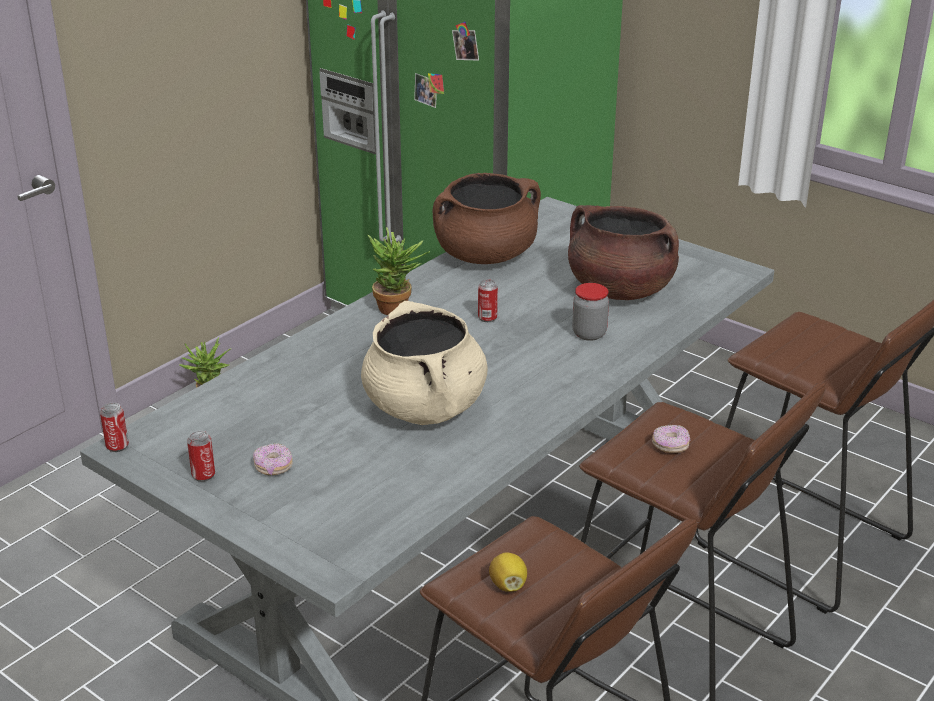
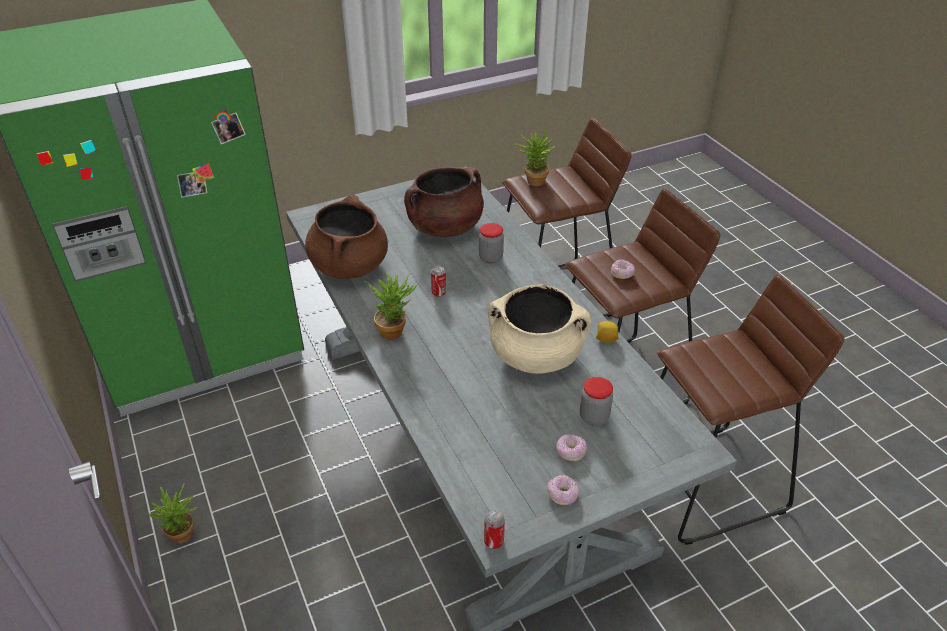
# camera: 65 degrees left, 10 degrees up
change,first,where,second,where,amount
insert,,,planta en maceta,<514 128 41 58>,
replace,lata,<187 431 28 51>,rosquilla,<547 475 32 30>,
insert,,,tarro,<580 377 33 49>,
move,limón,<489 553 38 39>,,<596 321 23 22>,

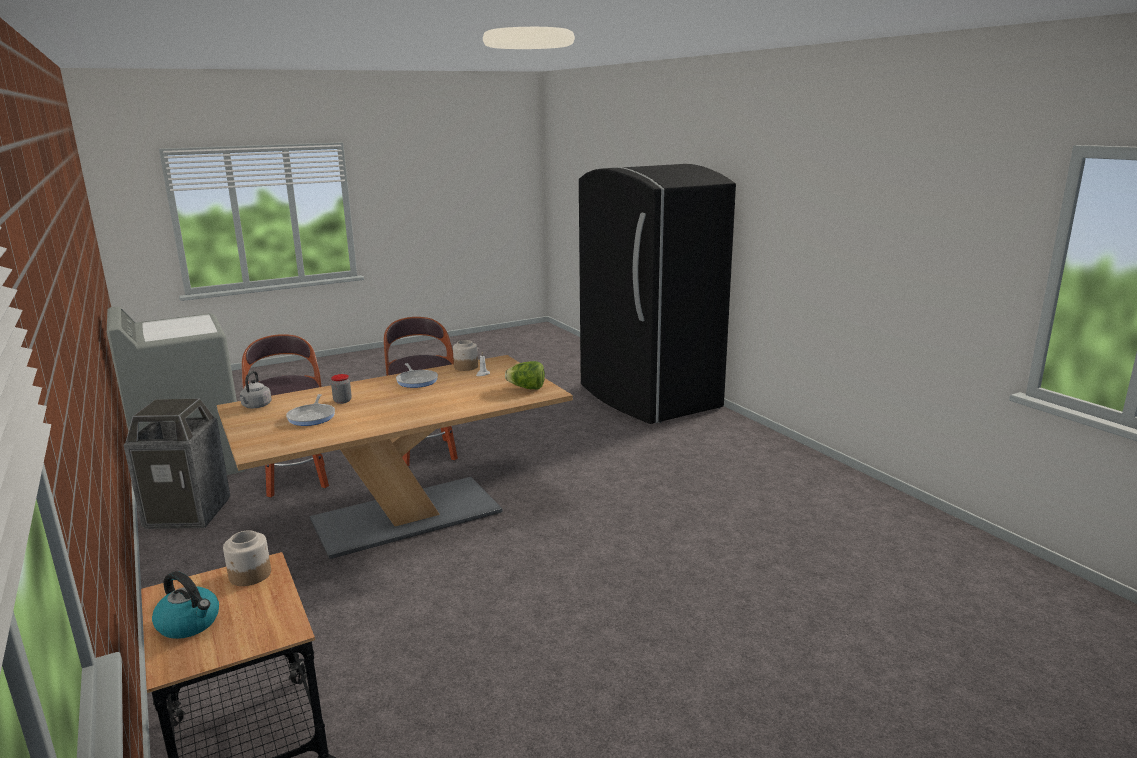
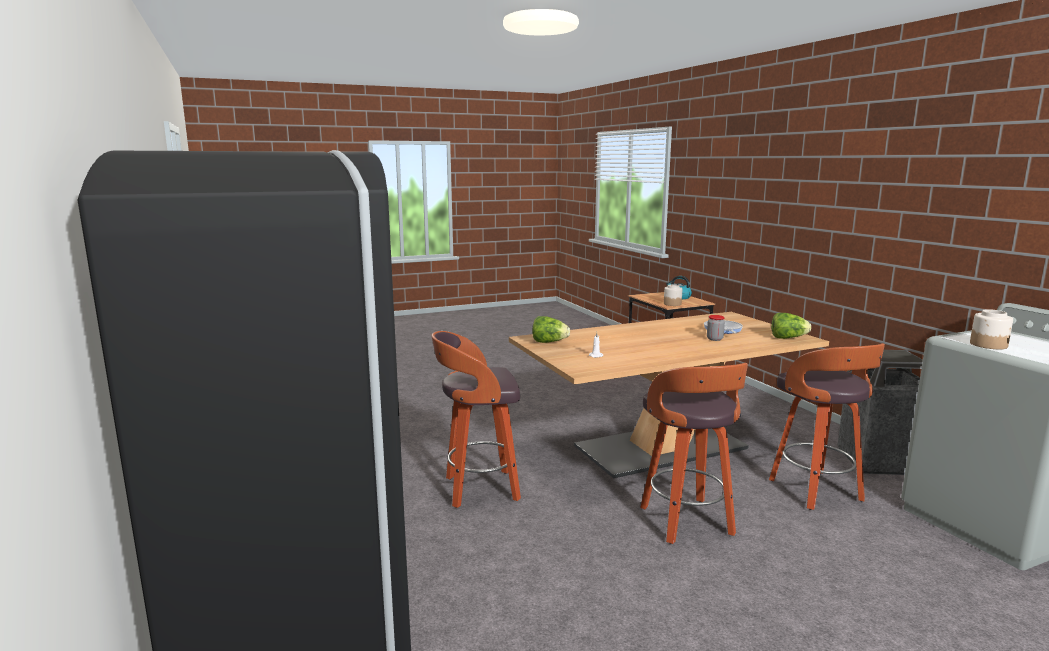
# camera: 175 degrees left, 5 degrees down
change,first,where,second,where,amount
insert,,,taburete,<431 331 90 177>,
replace,hervidor (gris),<240 371 32 37>,lechuga,<771 313 40 26>,
move,tarro,<453 340 25 31>,,<970 309 43 40>,
delete,sartén,<396 363 42 25>,,,

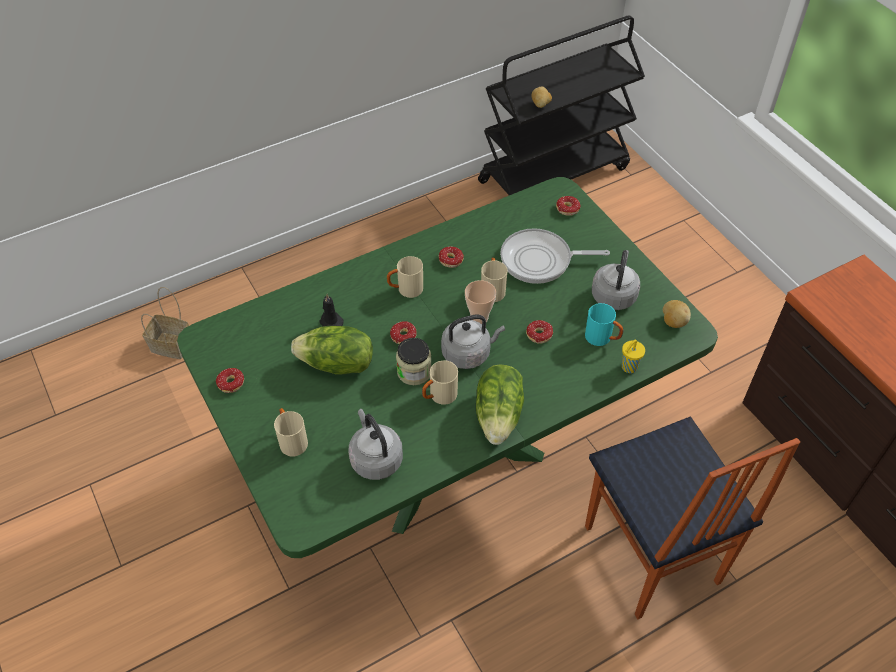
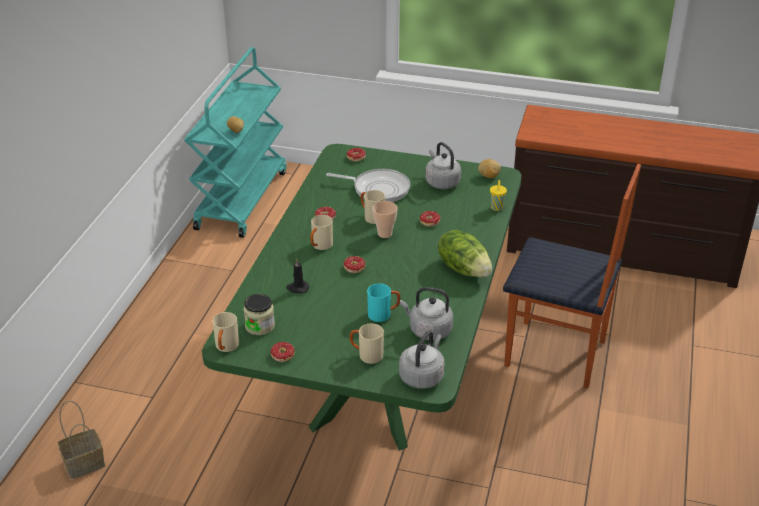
# camera: 45 degrees left, 15 degrees down
change,first,where,second,where,amount
recolor,carrito (negro),<478 15 167 180>,carrito (turquesa),<184 47 102 191>,
move,taza grande (beis),<422 361 36 43>,,<212 312 27 40>,
move,tarro,<396 338 35 47>,,<243 294 32 41>,
rotate,sartén,<500 228 110 56>,,<326 169 84 33>,120 degrees counterclockwise
move,taza grande (turquesa),<585 303 38 43>,,<367 284 33 38>,
move,hervidor (gris),<441 315 64 54>,,<399 331 46 58>,
delete,lechuga,<291 326 82 48>,,,

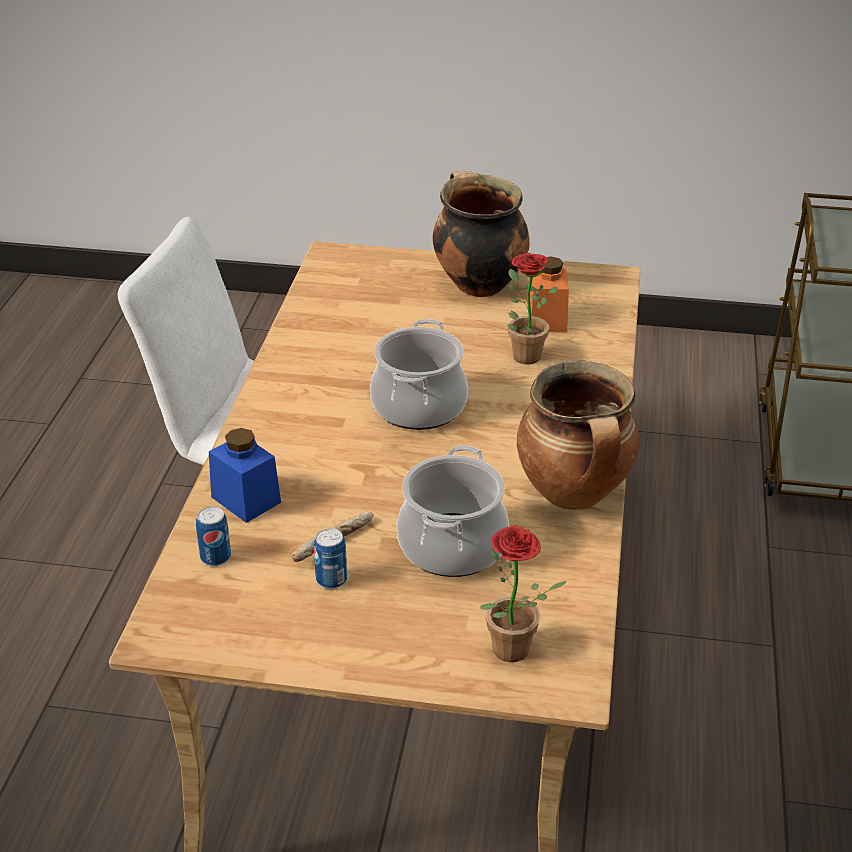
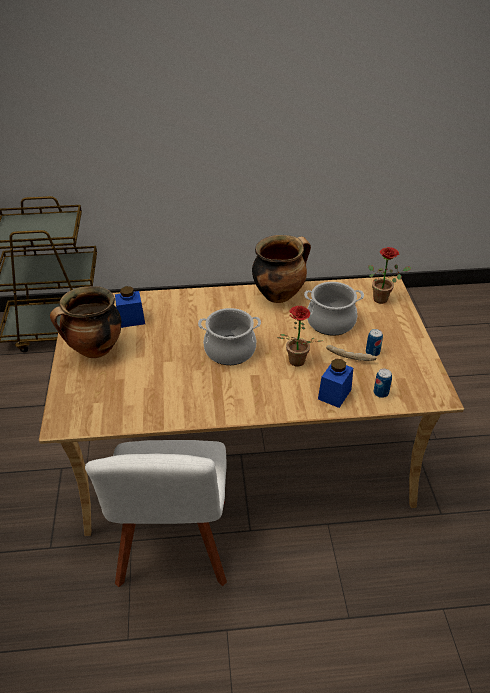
# camera: 105 degrees left, 5 degrees up
change,first,where,second,where,amount
recolor,tarro (naranja),<530 256 39 77>,tarro (azul),<115 286 30 42>,
move,planta en maceta,<508 253 50 111>,,<277 306 45 61>,

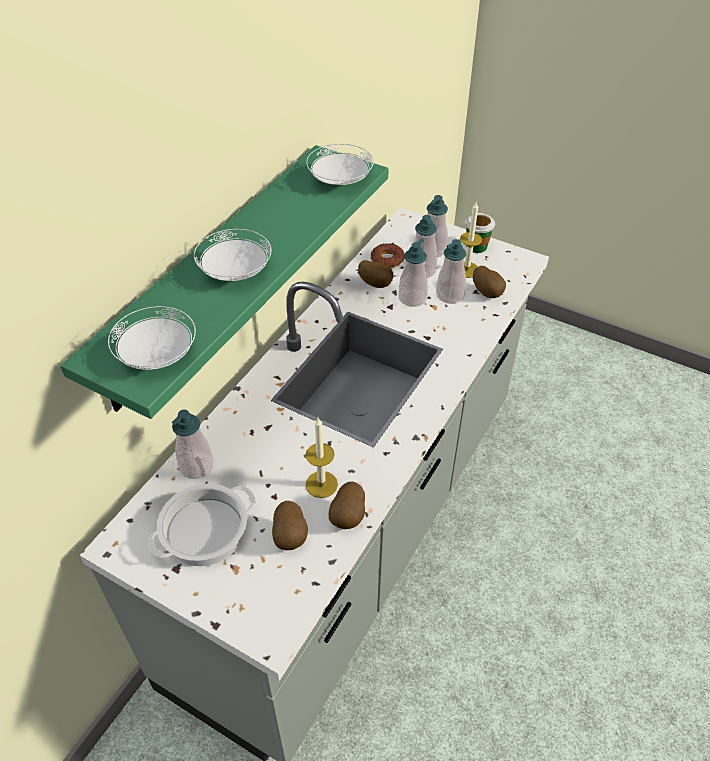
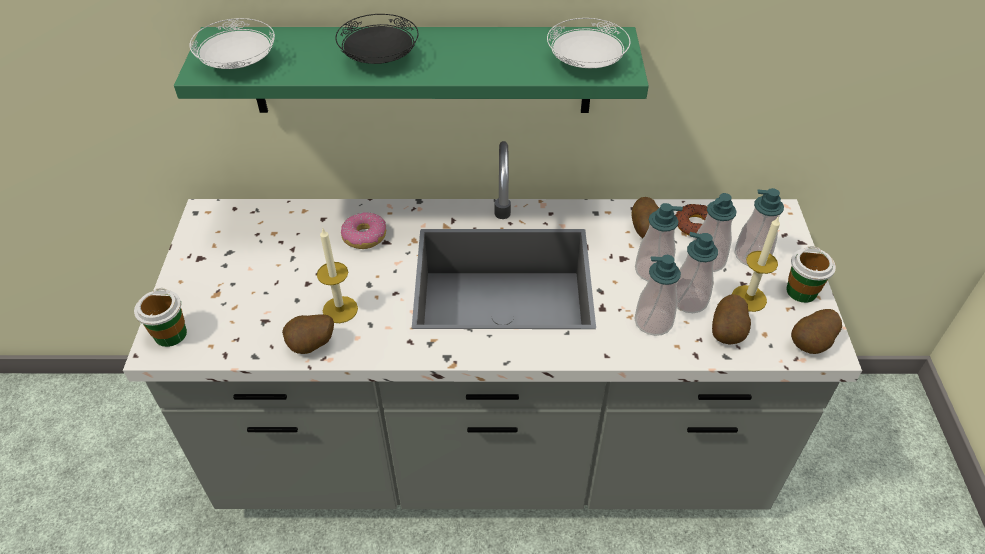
# camera: 60 degrees right, 0 degrees up
change,first,where,second,where,amount
insert,,,taza,<134 288 53 59>,
recolor,plato (blanco),<194 229 77 52>,plato (negro),<335 14 83 50>,
insert,,,rosquilla,<341 212 45 37>,
move,dispensador de jabón,<171 410 43 69>,,<634 255 47 81>,
move,patata,<272 501 36 49>,,<791 309 51 45>,
delete,olla,<148 484 108 83>,,,

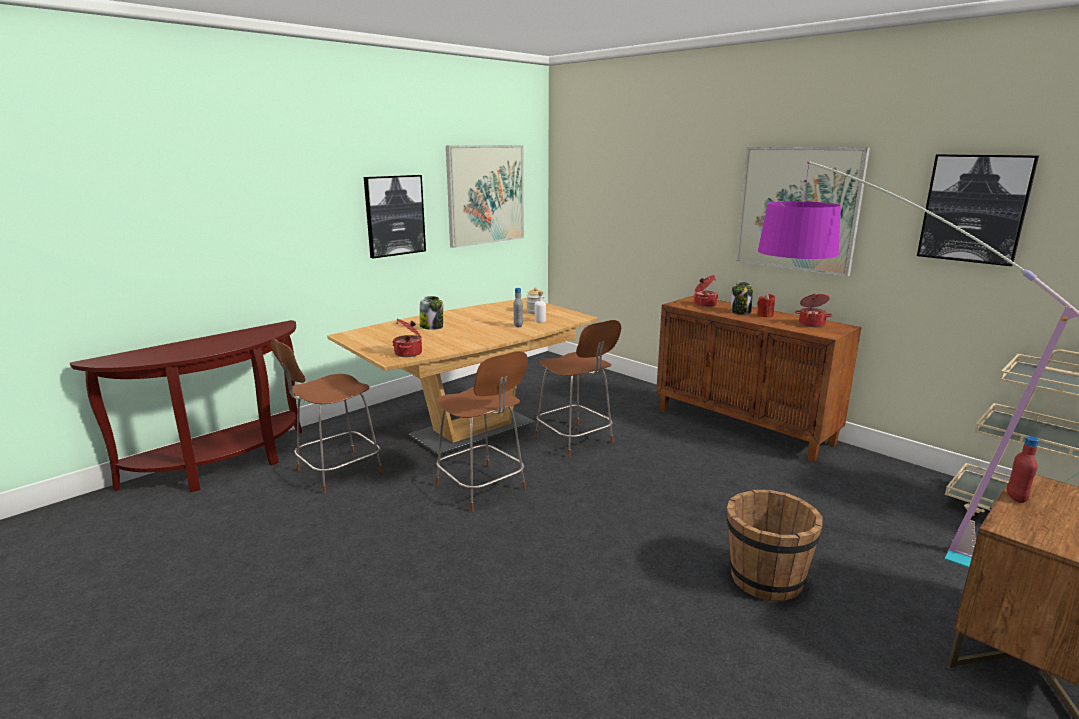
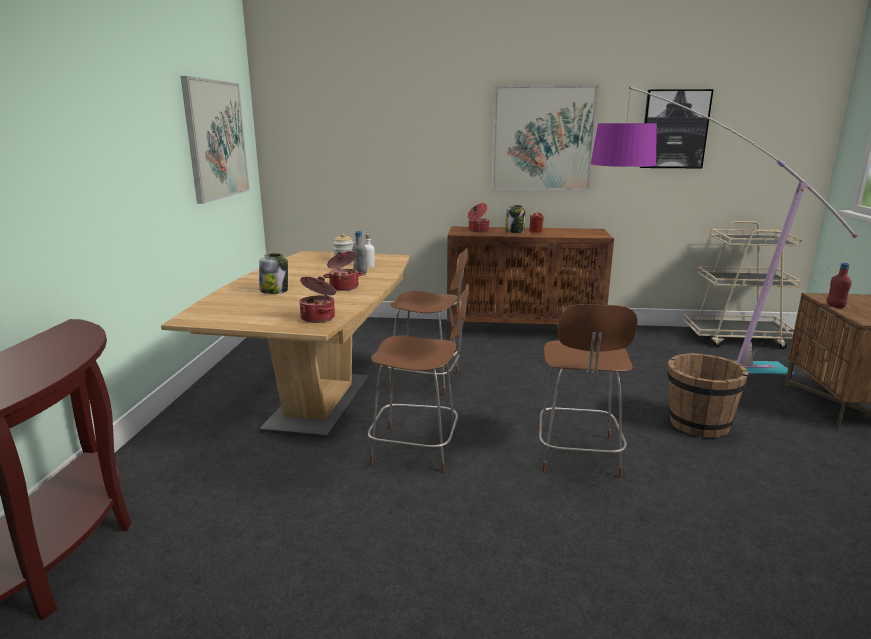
# camera: 40 degrees left, 0 degrees up
change,first,where,second,where,amount
move,olla,<795 294 38 33>,,<323 251 41 40>,
move,silla (marrón),<271 339 112 155>,,<539 304 99 173>,
delete,cuadro,<364 175 62 83>,,,

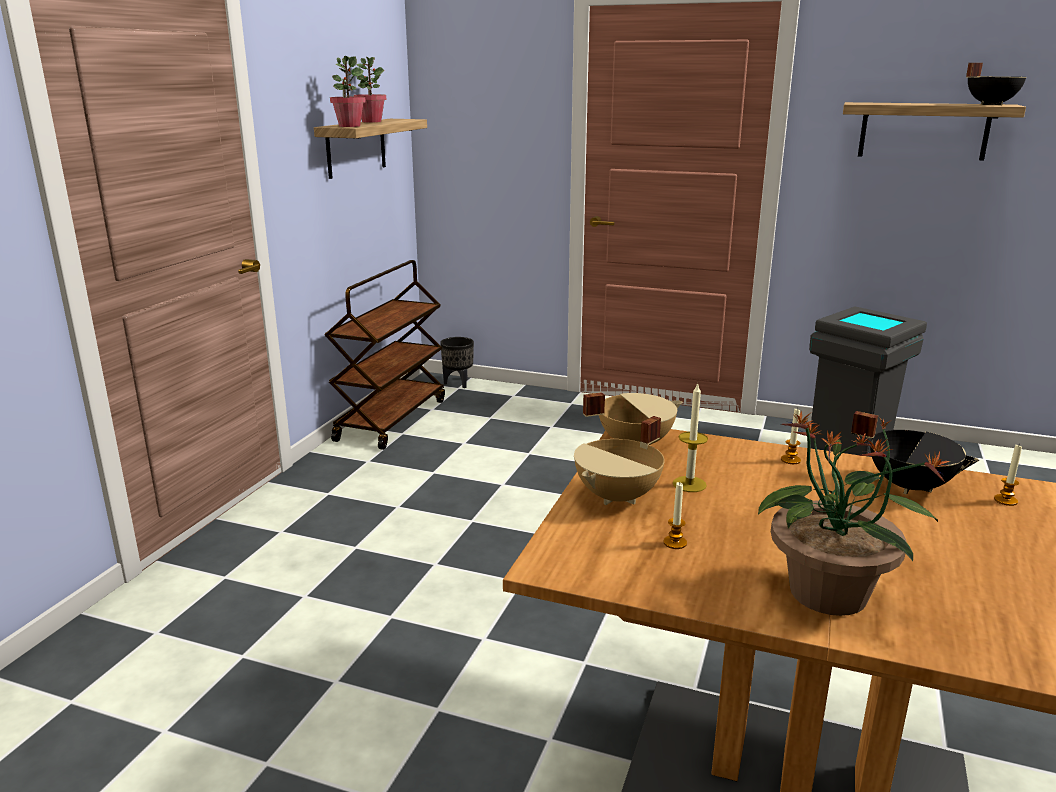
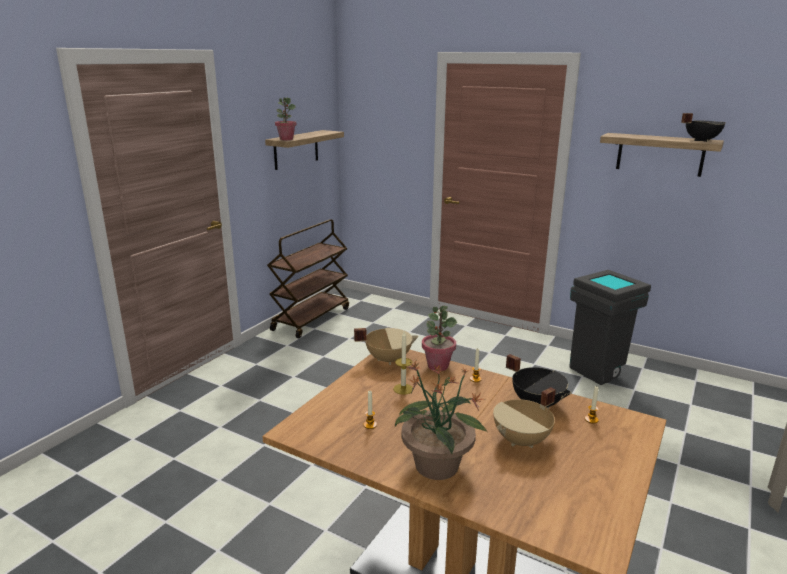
# camera: 10 degrees right, 0 degrees up
change,first,where,second,where,amount
move,planta en maceta,<354 56 32 67>,,<422 306 35 65>,
move,olla (beis),<574 416 91 89>,,<493 387 63 61>,
delete,maceta (negro),<440 337 34 51>,,,

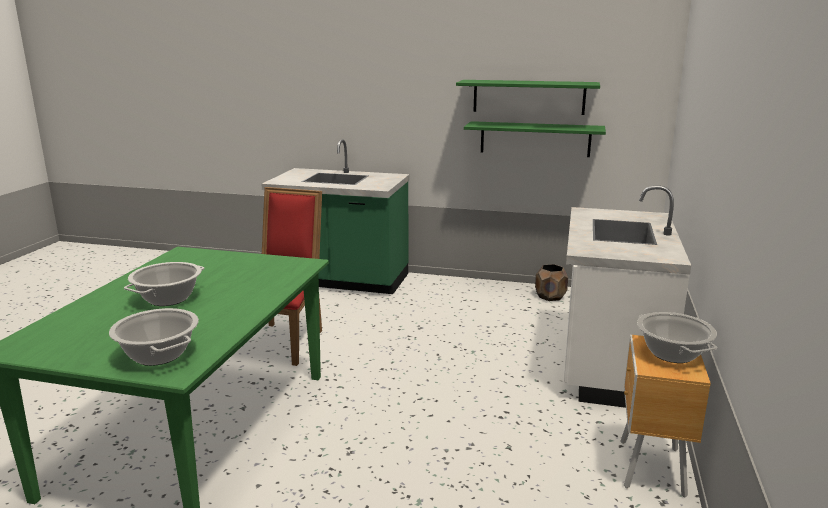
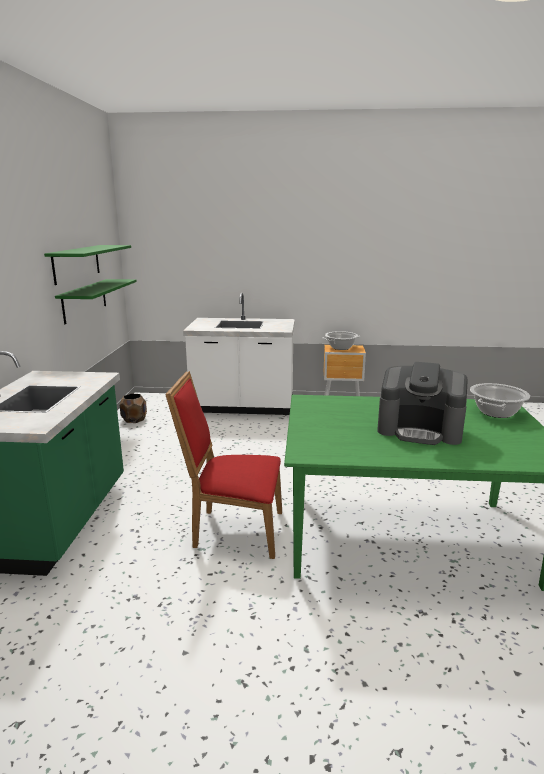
# camera: 100 degrees left, 0 degrees up
change,first,where,second,where,amount
replace,olla,<124 262 81 44>,cafetera,<377 362 91 83>,

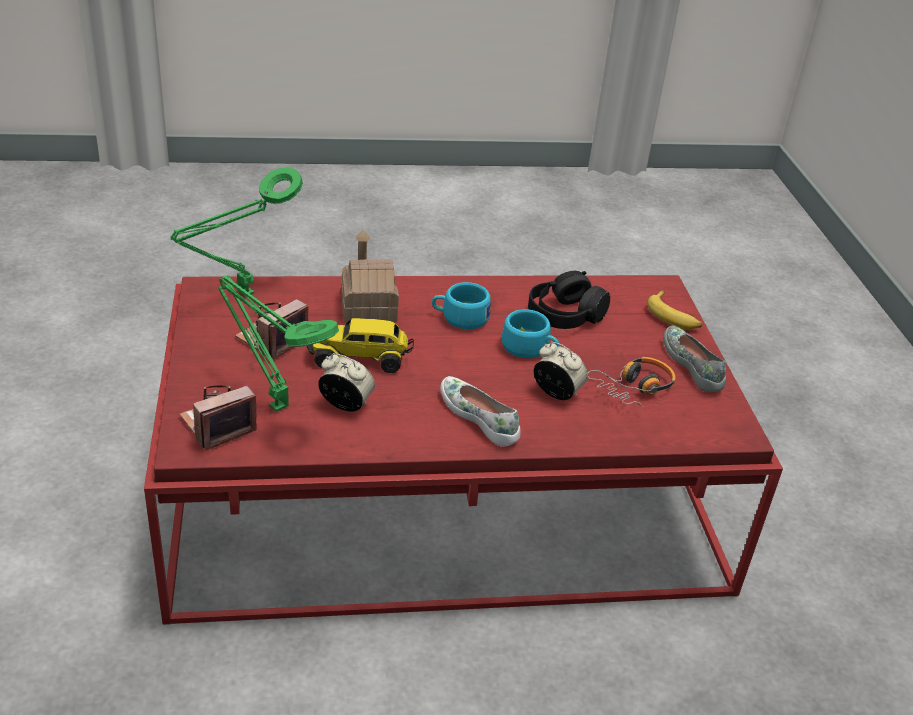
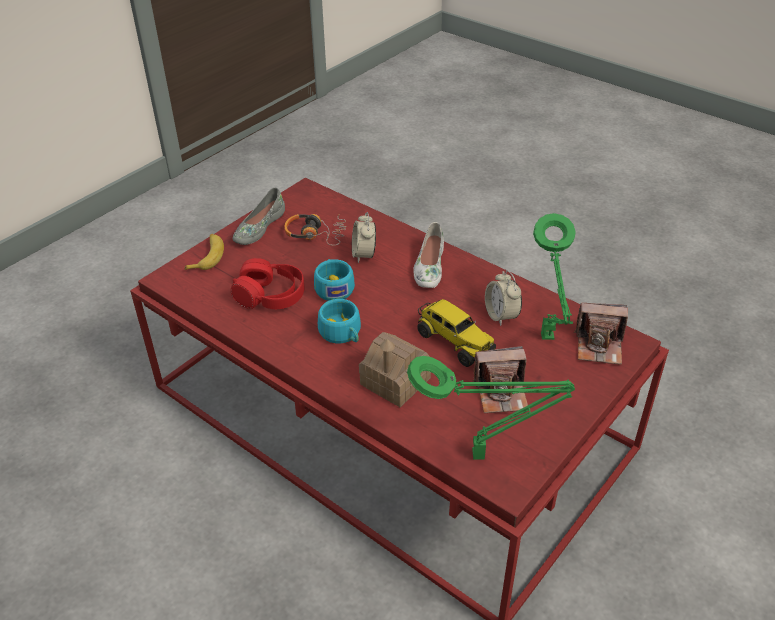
# camera: 130 degrees left, 5 degrees up
change,first,where,second,where,amount
recolor,auriculares (negro),<528 271 82 58>,auriculares (rojo),<231 258 74 51>,

